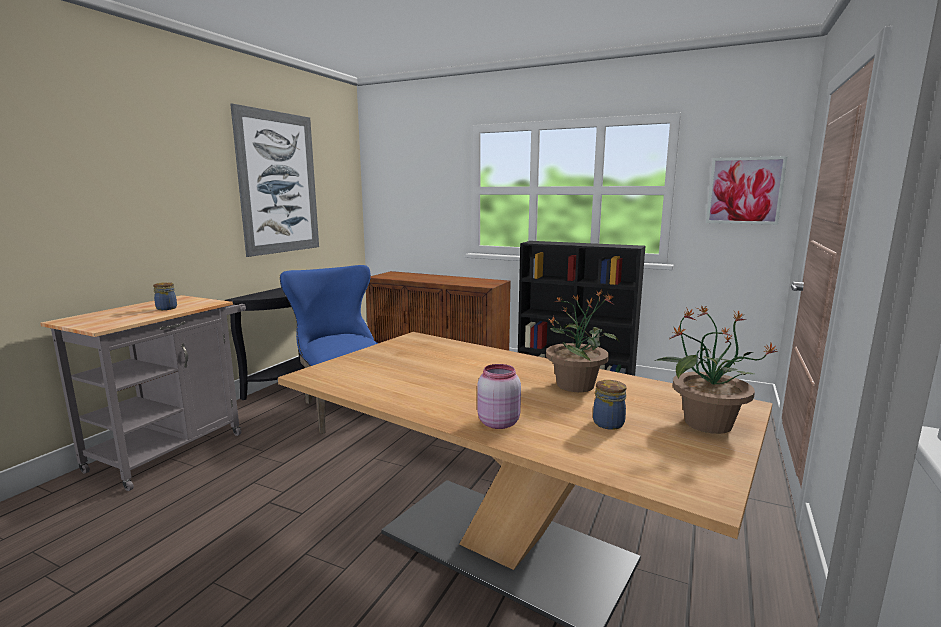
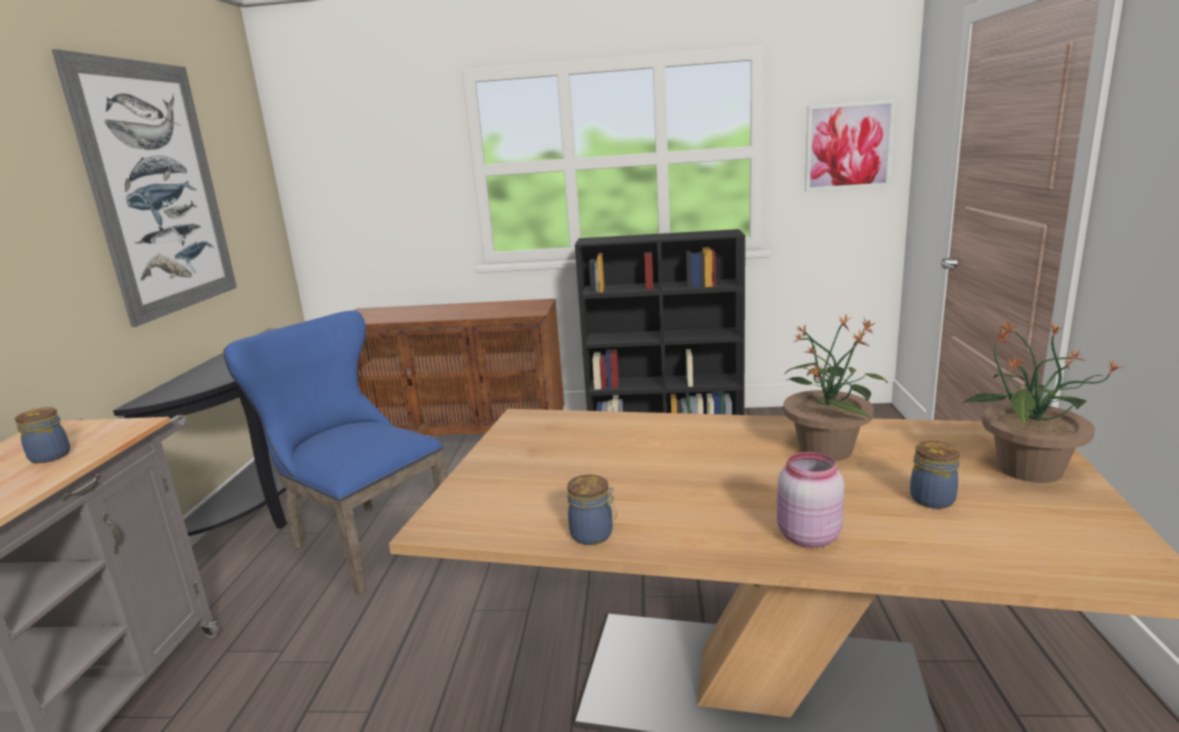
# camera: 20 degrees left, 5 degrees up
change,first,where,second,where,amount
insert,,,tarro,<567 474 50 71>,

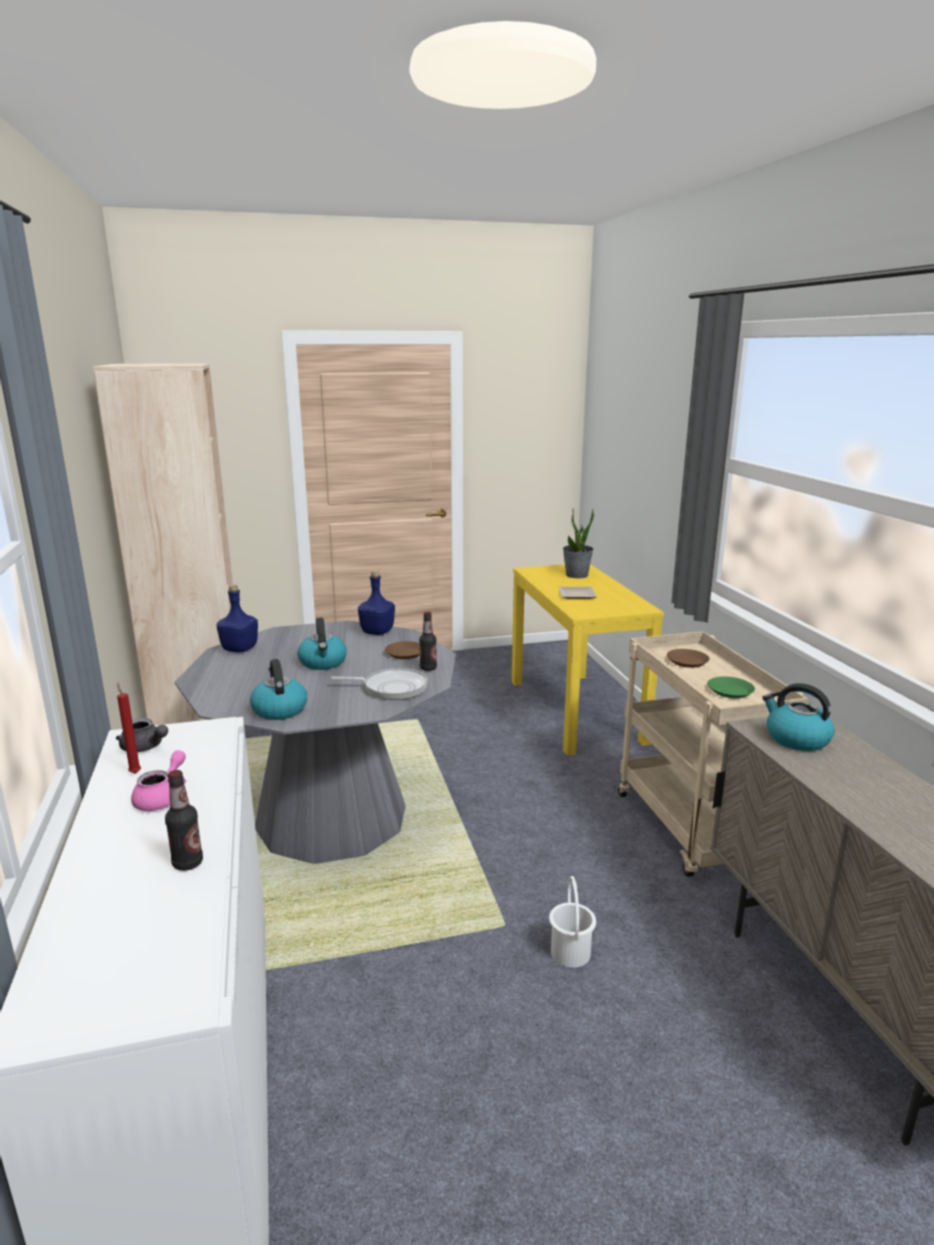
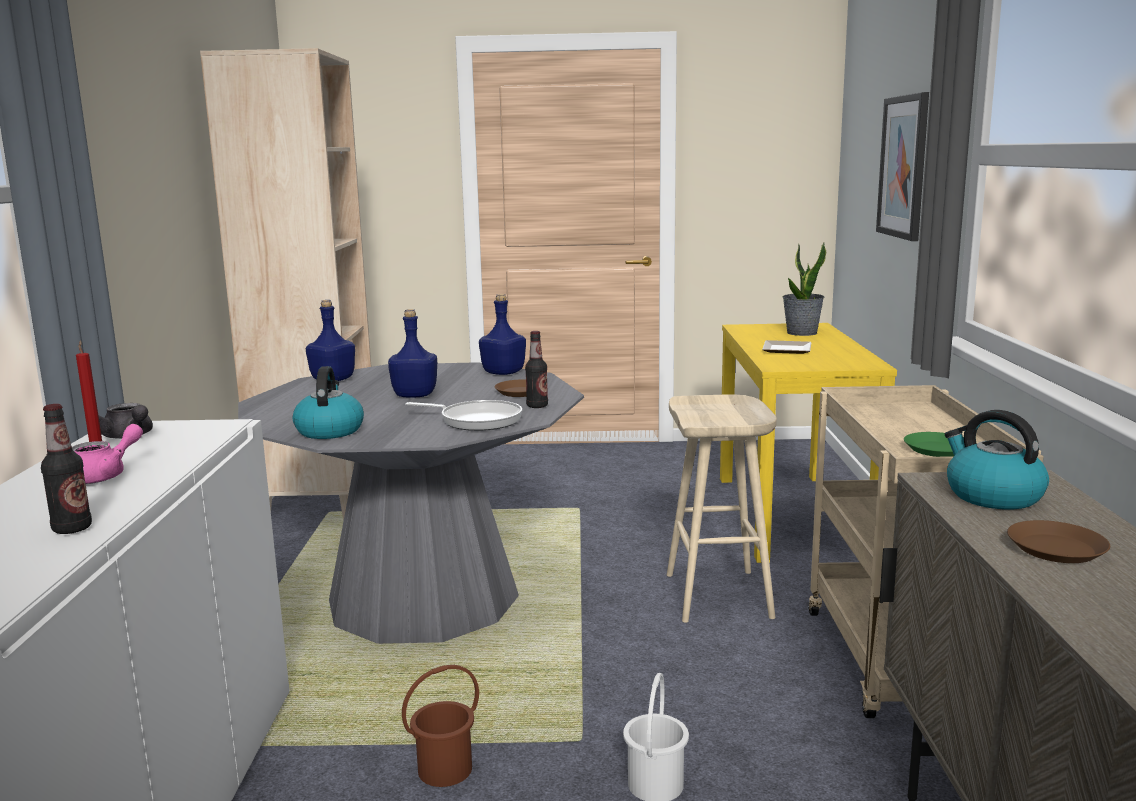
# camera: 15 degrees right, 5 degrees down
change,first,where,second,where,amount
replace,hervidor,<297 617 50 53>,botella (azul),<388 309 49 89>,
insert,,,cubo (marrón),<402 665 77 122>,
insert,,,taburete (beis),<667 394 110 229>,
insert,,,cuadro,<876 92 53 149>,
move,plato (marrón),<667 649 42 19>,,<1007 520 103 43>,

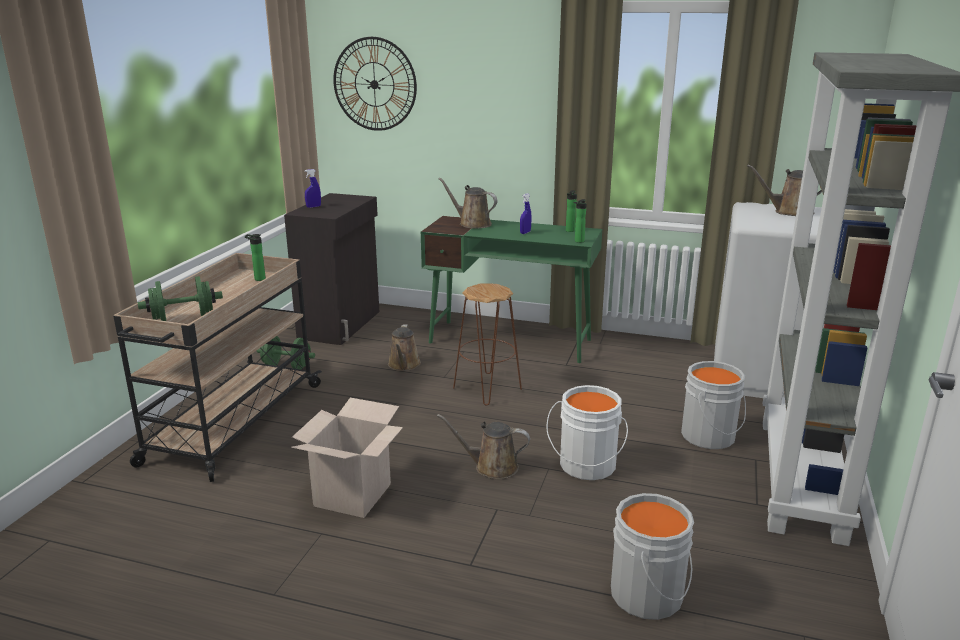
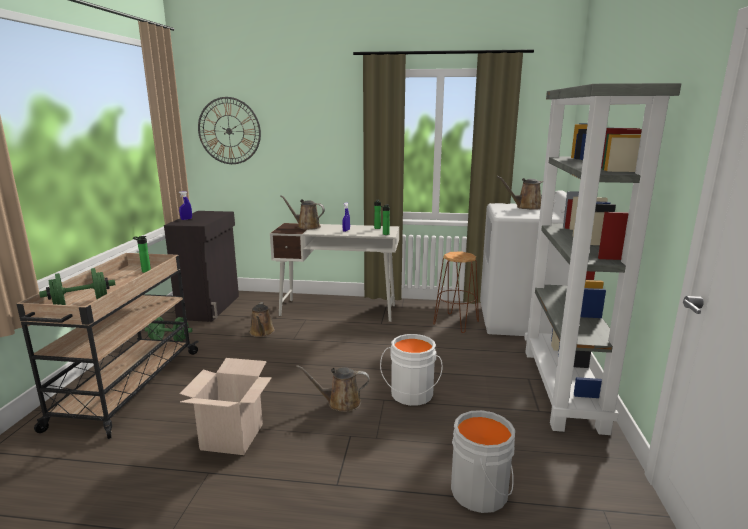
# camera: 10 degrees left, 5 degrees down
change,first,where,second,where,amount
recolor,escritorio (verde),<421 216 181 147>,escritorio (blanco),<270 223 129 99>,
move,taburete (marrón),<453 283 69 123>,,<433 251 46 82>,
delete,cubo (gris),<681 361 65 88>,,,

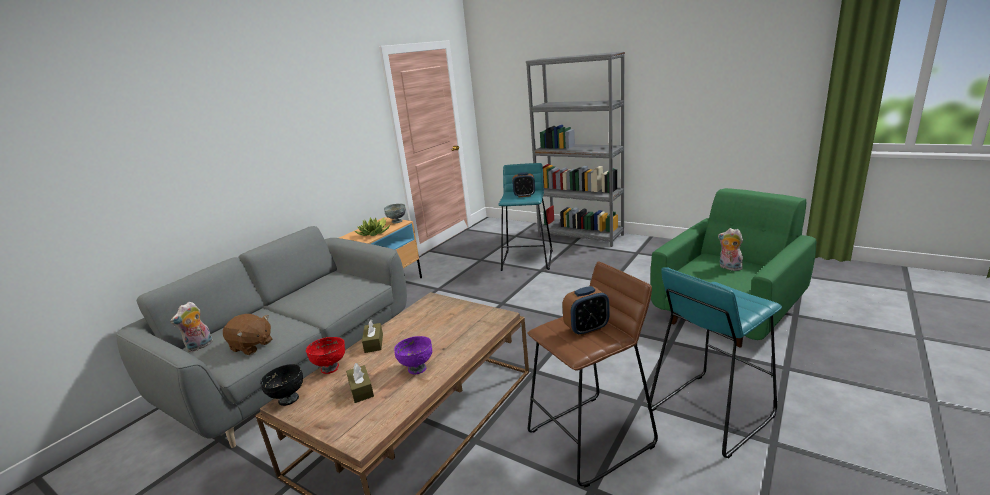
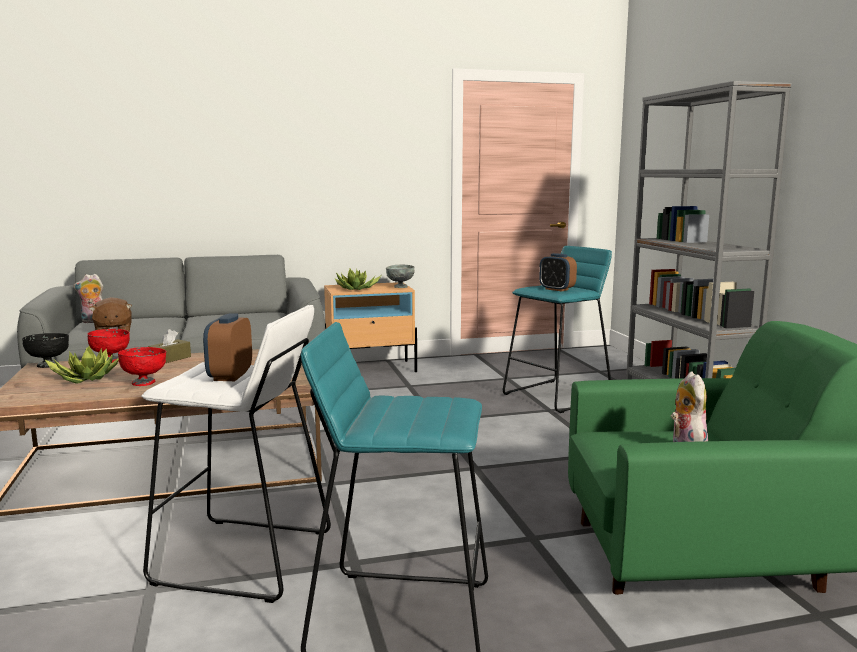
# camera: 40 degrees right, 10 degrees down
change,first,where,second,where,amount
replace,caja de pañuelos (marrón),<346 363 28 40>,planta en maceta,<44 346 75 38>,
recolor,cuenco (morado),<394 336 38 38>,cuenco (rojo),<118 347 49 39>,
recolor,taburete (marrón),<527 262 131 225>,taburete (blanco),<141 305 190 298>,
rotate,despertador,<562 286 47 50>,,<203 313 49 68>,75 degrees clockwise

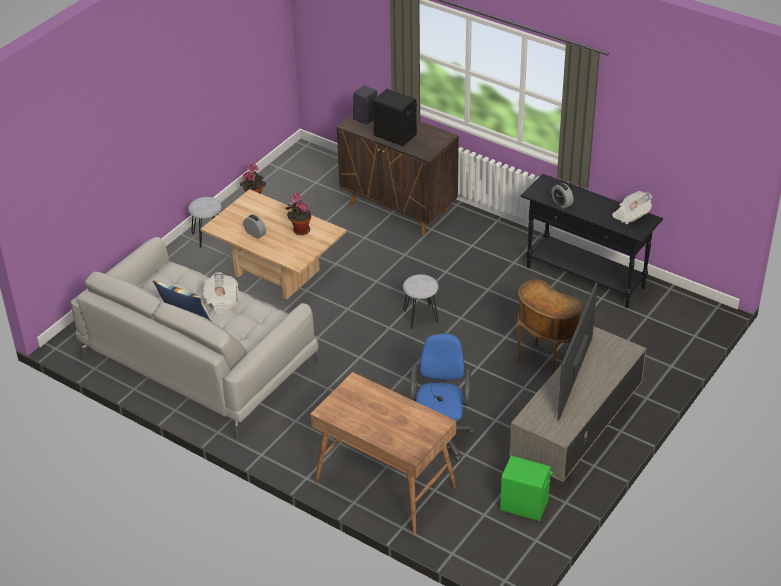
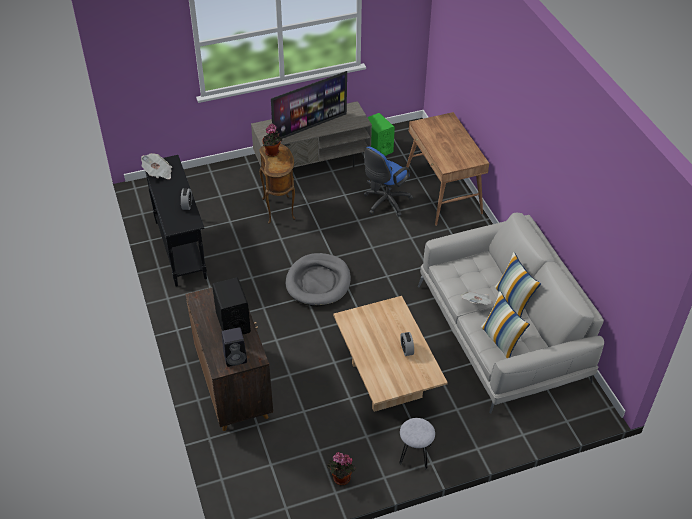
# camera: 145 degrees left, 5 degrees up
change,first,where,second,where,amount
move,planta en maceta,<285 193 26 42>,,<262 124 20 33>,
replace,taburete (gris),<403 274 36 55>,cama para perro (gris),<285 253 66 53>,
insert,,,cojín,<481 291 49 67>,

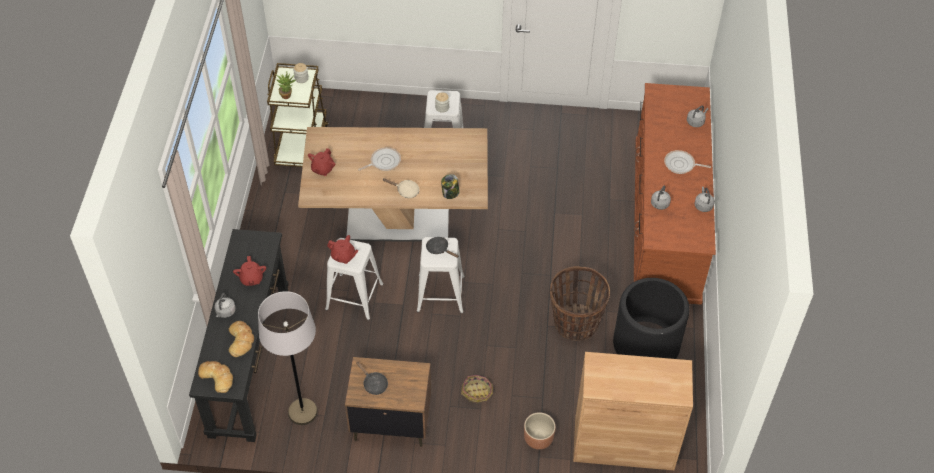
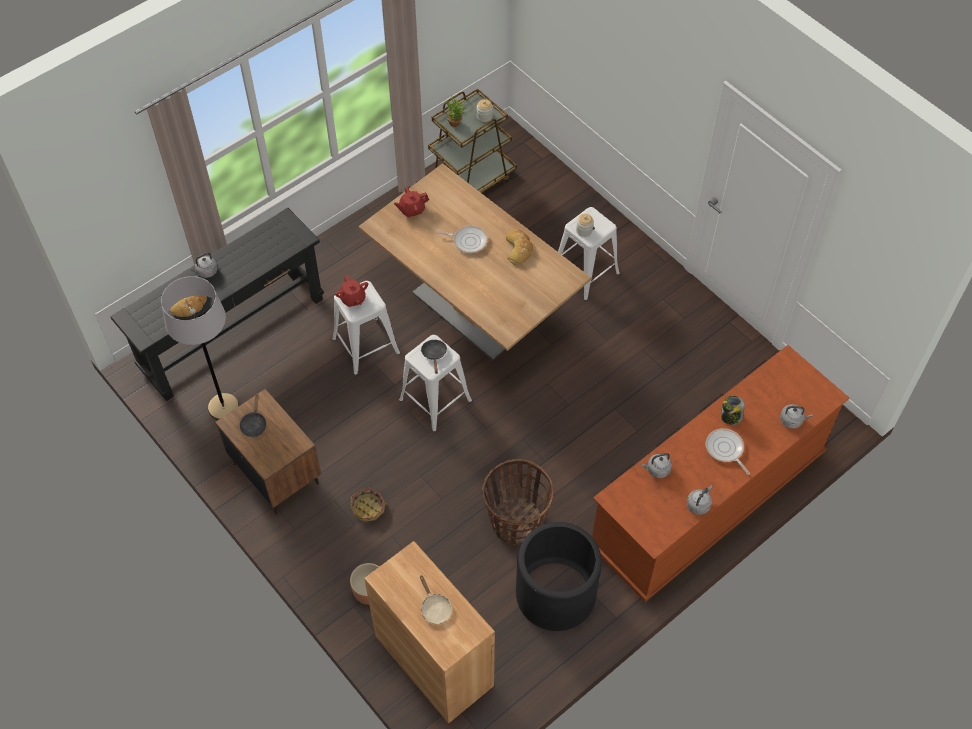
# camera: 45 degrees right, 5 degrees up
change,first,where,second,where,amount
move,sartén (beis),<383 178 37 20>,,<420 576 32 48>,
move,pan,<198 361 35 32>,,<506 229 27 36>,
move,tarro,<441 174 19 25>,,<721 396 24 29>,
delete,tetera (rojo),<233 256 33 30>,,,

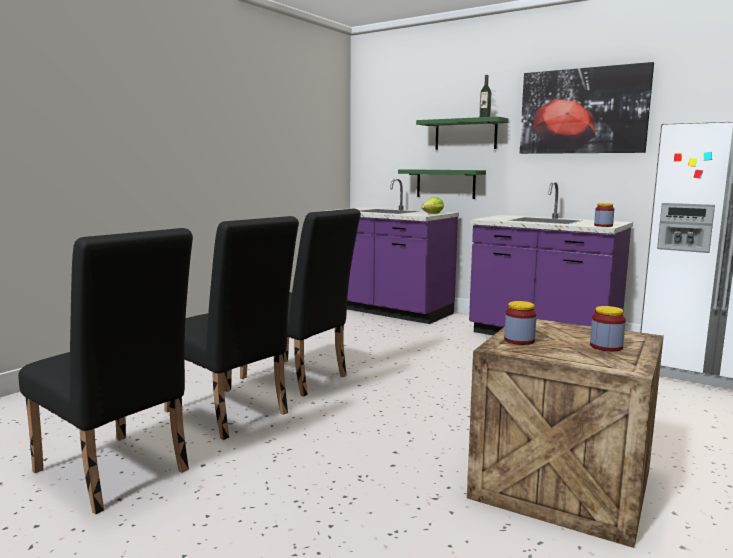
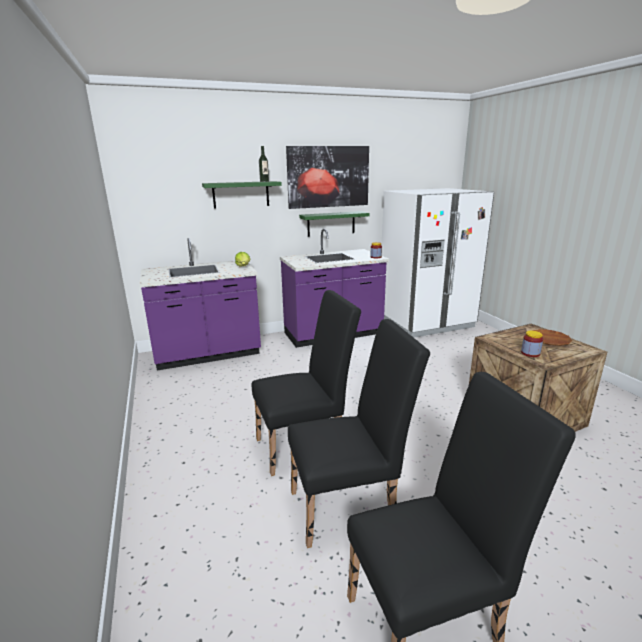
# camera: 55 degrees left, 10 degrees up
change,first,where,second,where,amount
move,estante (verde),<398 169 88 30>,,<299 211 71 26>,
replace,tarro,<590 306 36 45>,plato (marrón),<533 329 39 17>,

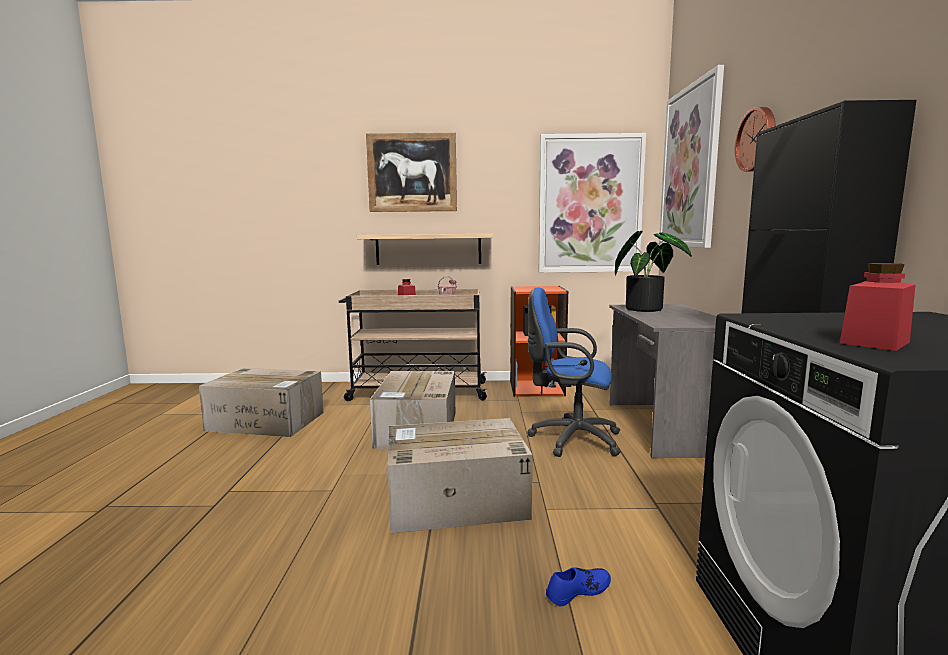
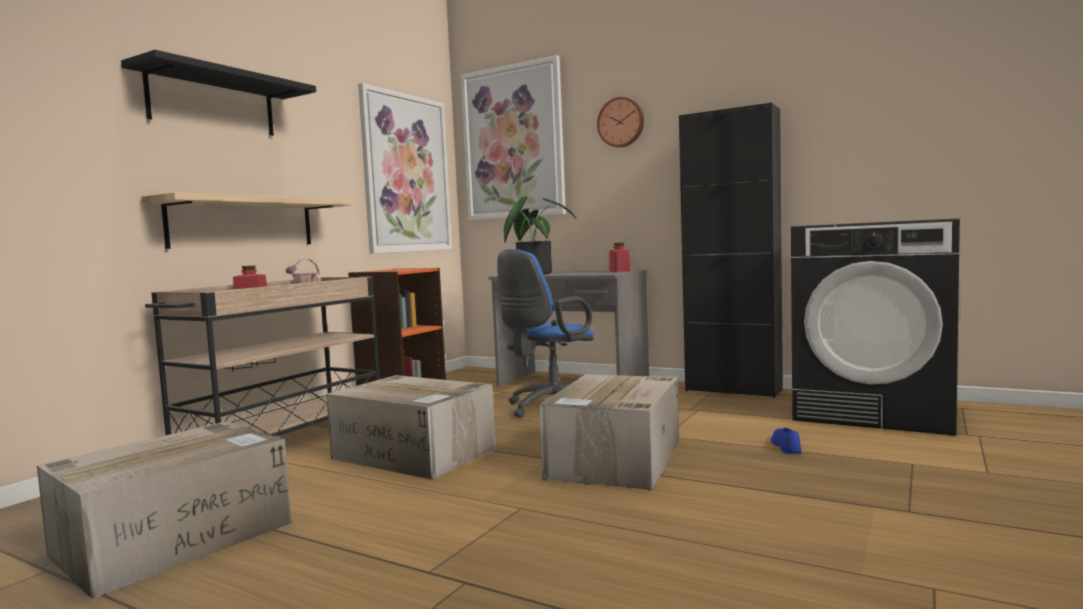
# camera: 60 degrees left, 5 degrees down
change,first,where,second,where,amount
replace,cuadro,<366 132 91 80>,estante (negro),<121 50 195 86>,
move,tarro (rojo),<840 263 75 88>,,<609 243 22 29>,

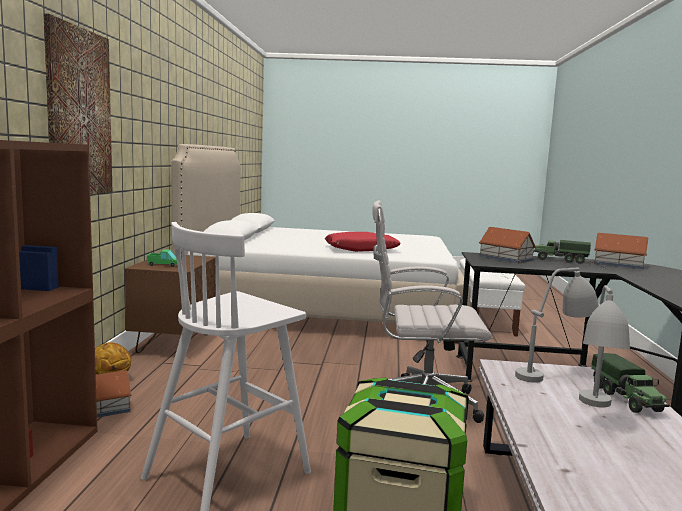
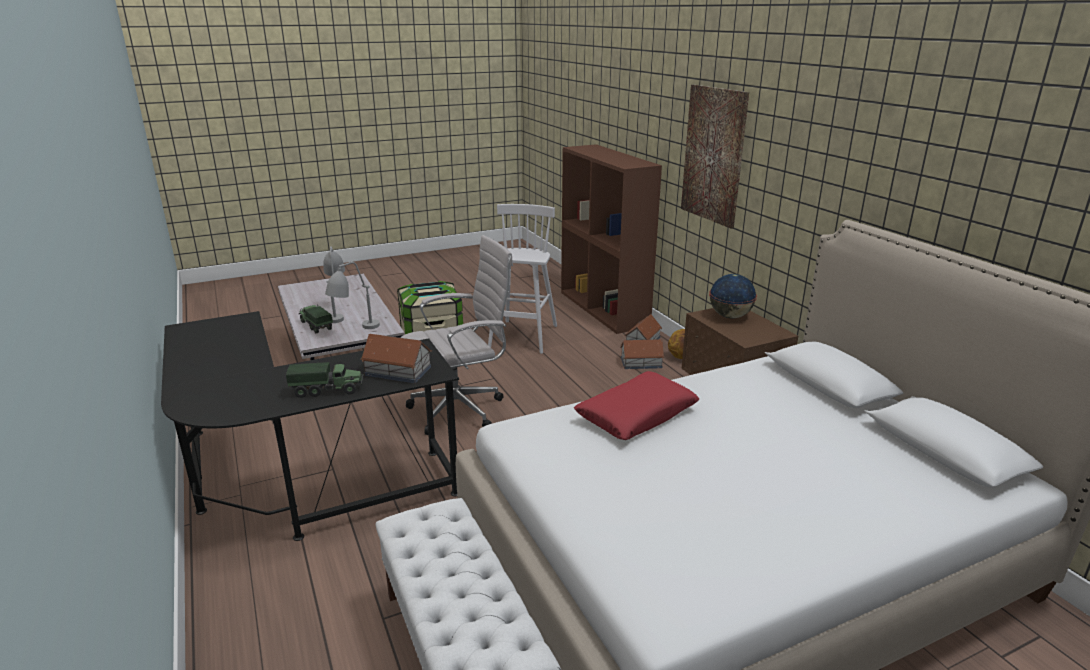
# camera: 150 degrees right, 15 degrees up
change,first,where,second,where,amount
move,casita,<594 233 54 36>,,<620 339 44 30>,
replace,camión de juguete,<146 249 36 18>,globo terráqueo,<709 274 48 44>,

